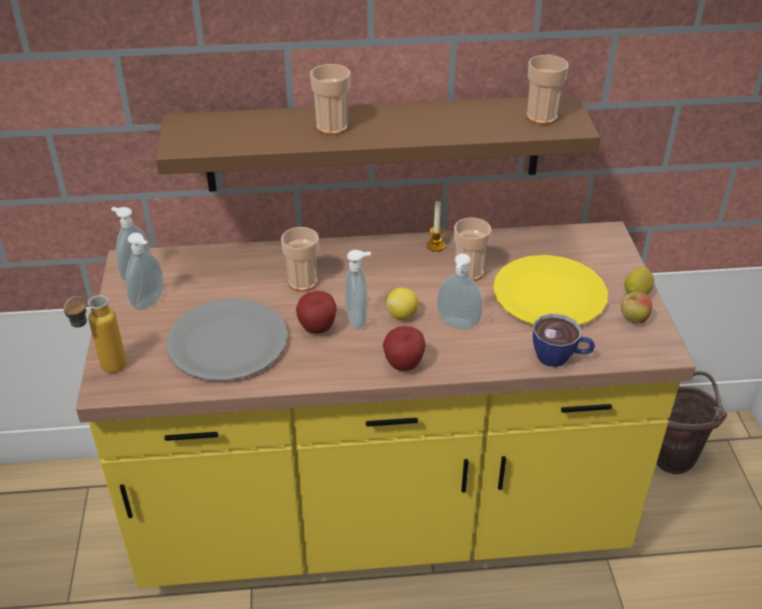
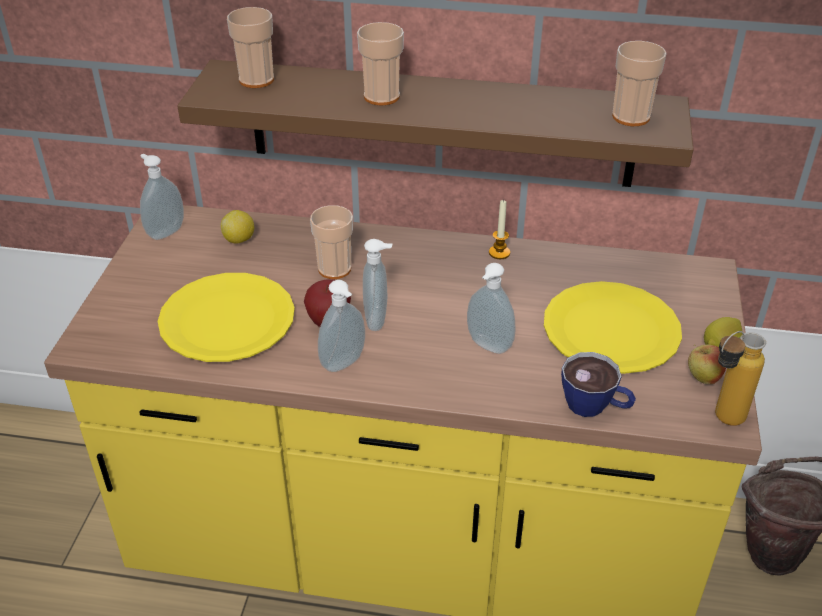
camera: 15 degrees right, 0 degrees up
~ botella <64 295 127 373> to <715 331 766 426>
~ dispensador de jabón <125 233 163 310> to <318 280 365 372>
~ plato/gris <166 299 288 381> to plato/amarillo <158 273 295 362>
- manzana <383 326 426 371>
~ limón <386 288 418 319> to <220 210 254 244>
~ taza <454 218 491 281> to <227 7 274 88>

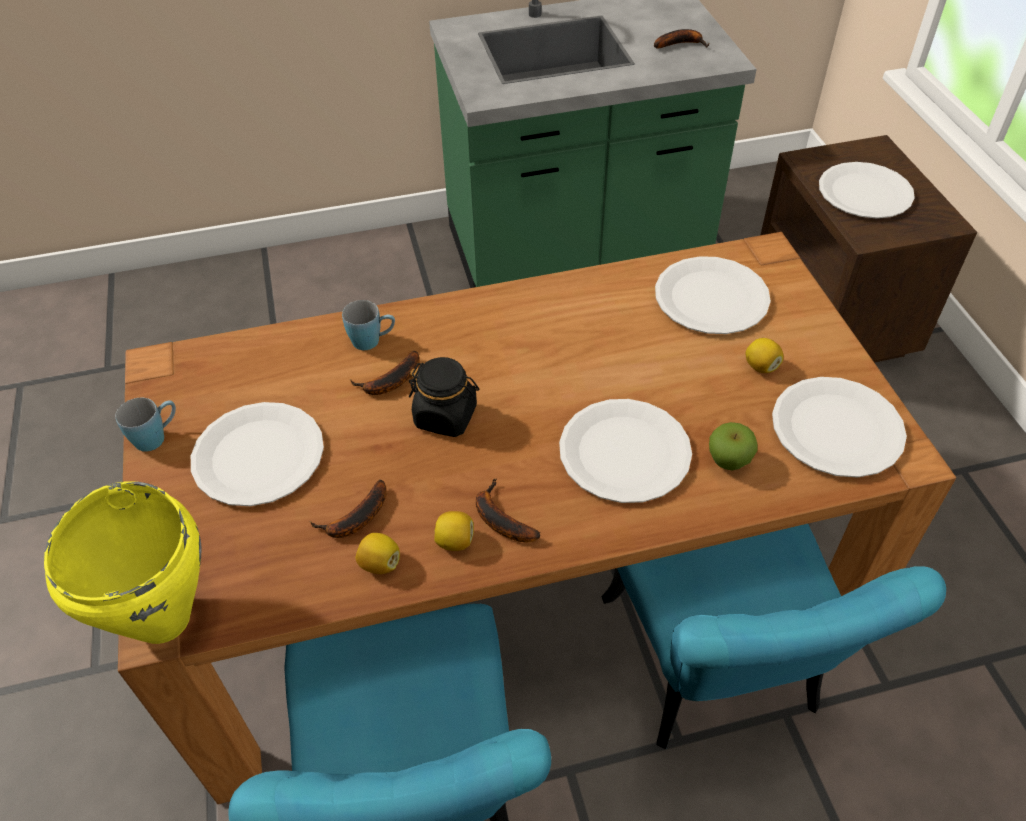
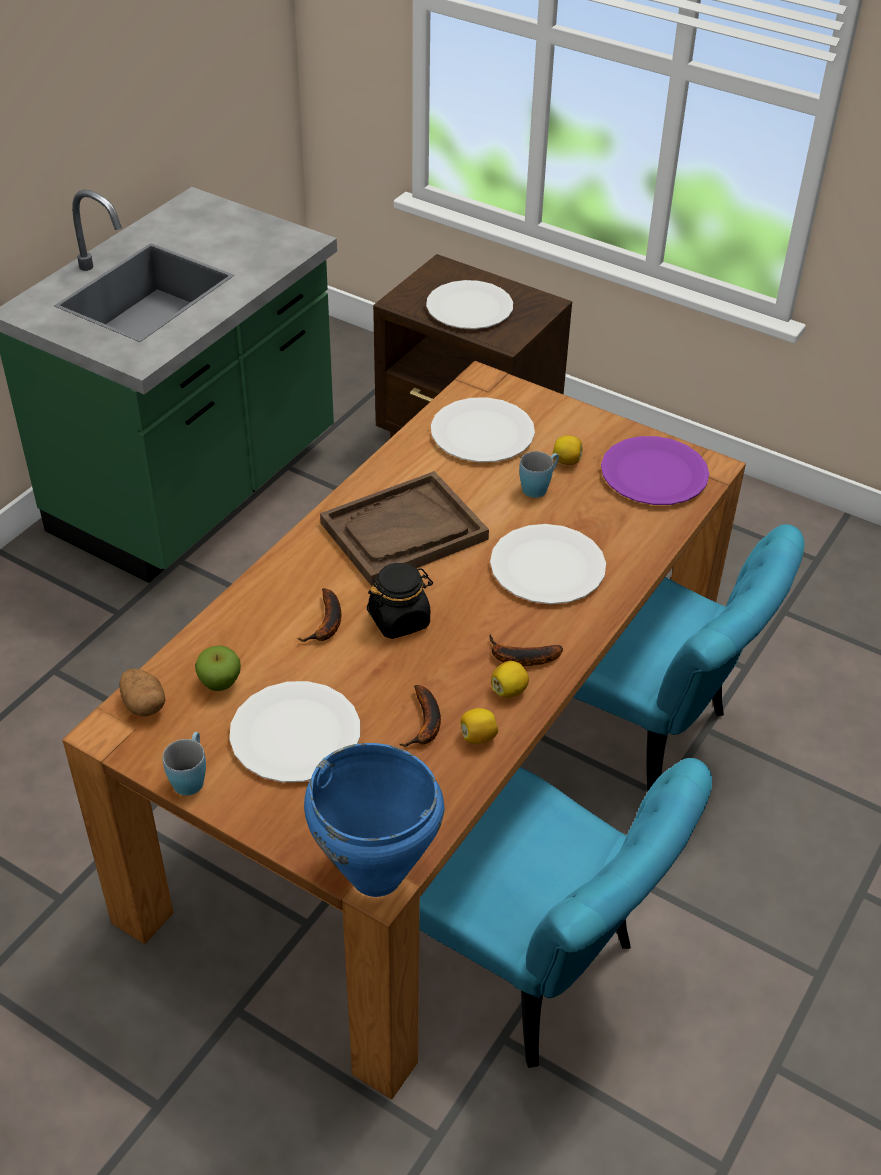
camera: 45 degrees left, 5 degrees down
~ olla/amarillo <44 481 201 644> to olla/azul <304 743 444 897>
~ taza grande/azul <342 300 395 350> to <519 451 559 498>
- plátano <654 29 709 49>
~ manzana <709 422 757 470> to <195 645 241 691>
~ plato/blanco <772 377 907 478> to plato/morado <601 436 709 505>
+ patata <119 669 165 717>
+ bandeja/marrón <320 471 489 586>

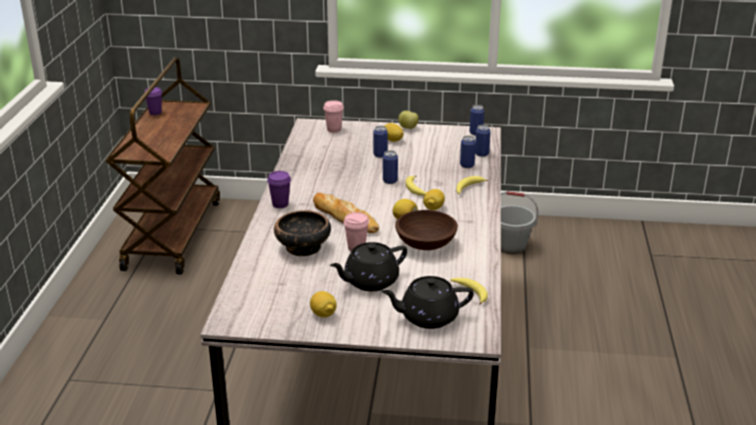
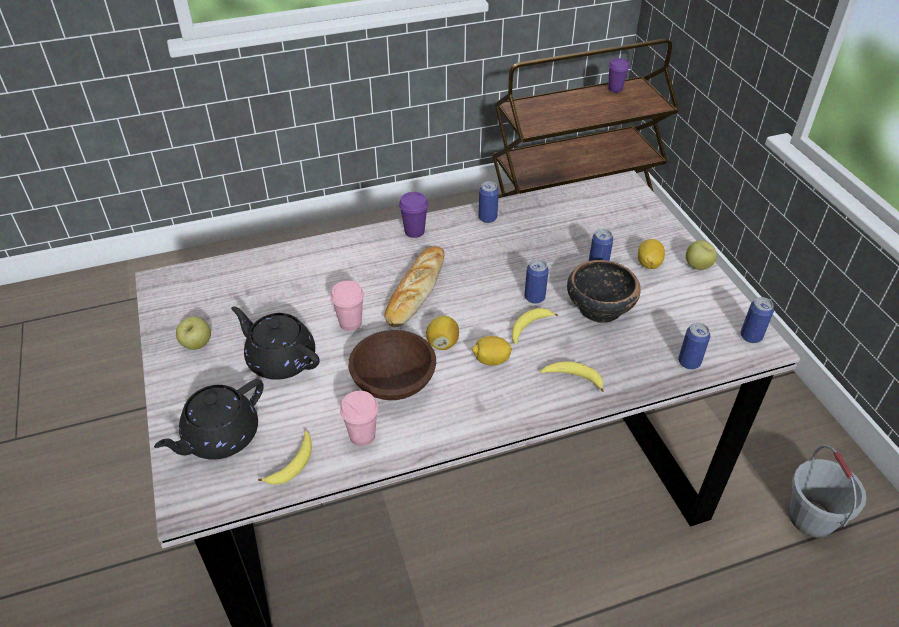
camera: 65 degrees right, 15 degrees up
~ cuenco <274 210 331 256> to <567 260 641 323>
~ limón <310 291 337 317> to manzana <176 316 211 350>
~ taza/rosa <323 100 344 133> to <340 391 378 446>
~ tetera/negro <381 276 474 329> = <154 379 264 460> 105 degrees counterclockwise
~ lata <460 136 476 168> to <479 181 499 223>

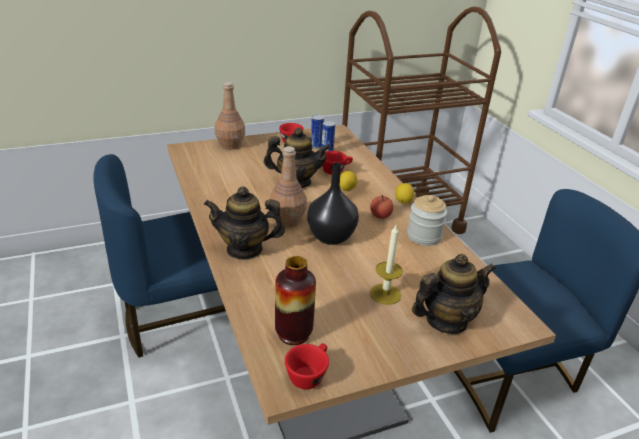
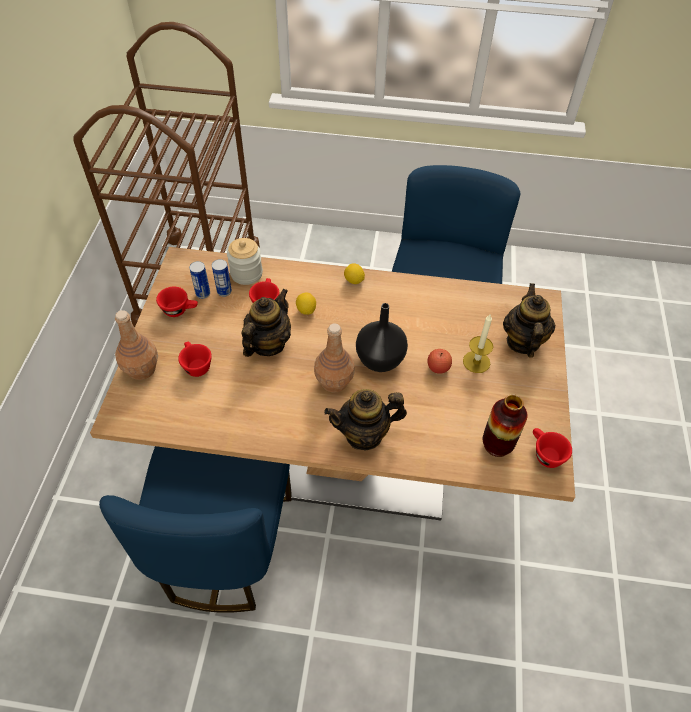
camera: 60 degrees left, 20 degrees up
~ tetera <204 186 285 260> = <324 389 407 451> 45 degrees clockwise
~ manzana <370 194 394 219> to <428 349 452 374>
~ tarro <407 195 447 246> to <227 238 263 285>
+ taza/rojo <178 342 212 377>

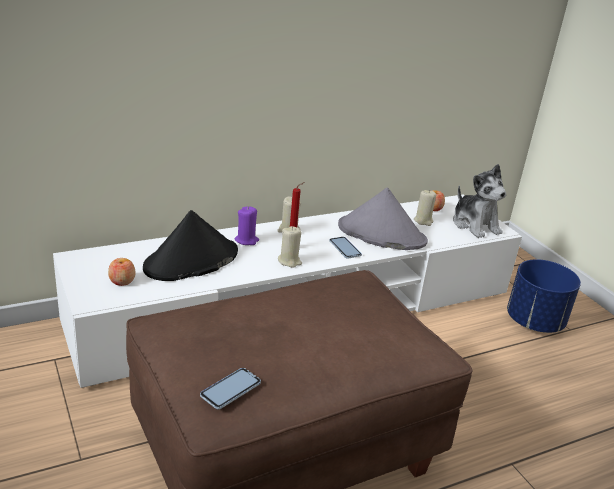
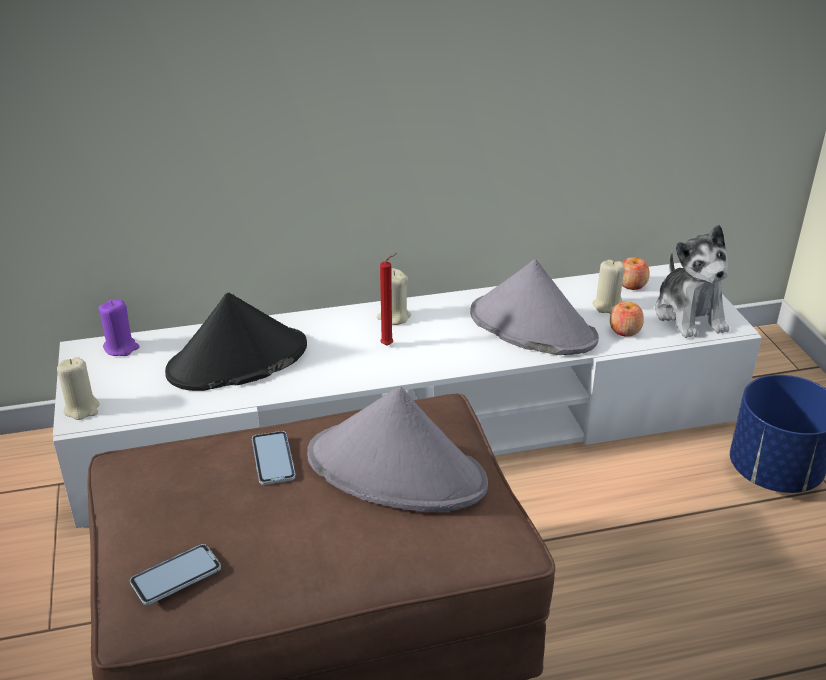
camera: 15 degrees right, 5 degrees up
~ manzana <108 258 136 286> to <610 301 644 337>
~ vela/morado <235 206 259 245> to <99 299 140 356>
~ vela/beis <278 226 302 268> to <57 357 99 420>
~ móvil <329 237 362 259> to <252 431 296 485>
+ sombrero/gris <307 386 488 512>

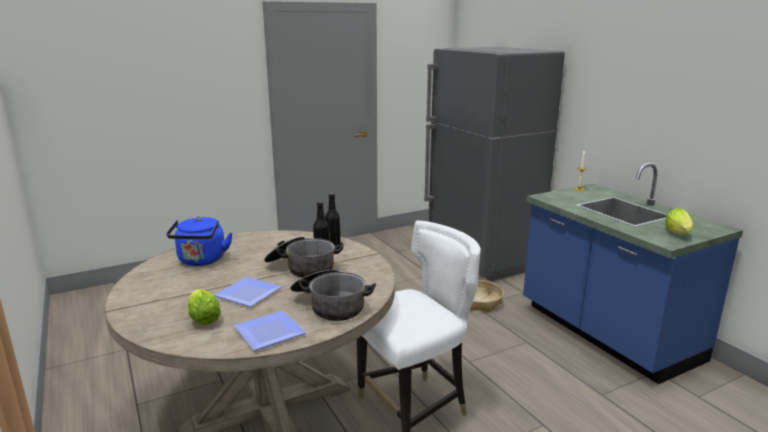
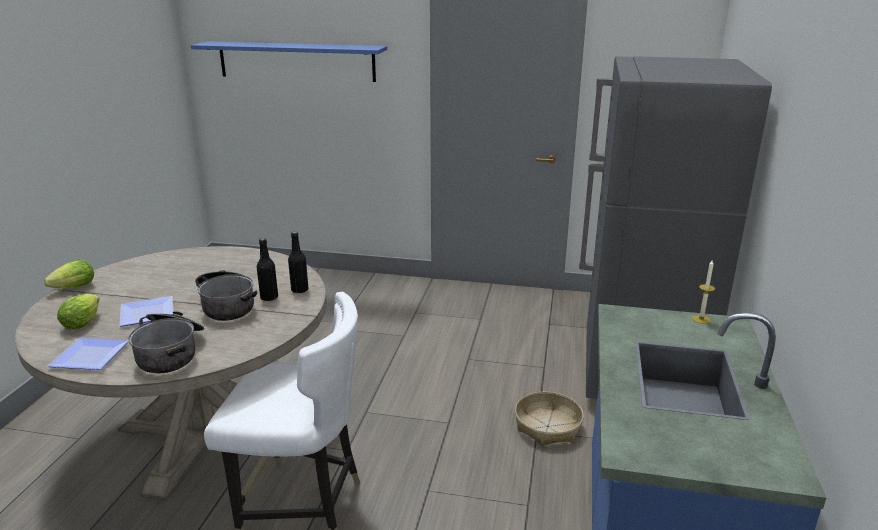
camera: 40 degrees right, 5 degrees up
- hervidor/azul <166 217 233 266>
~ lechuga <665 208 694 235> to <44 260 94 289>
+ estante/azul <191 41 387 82>

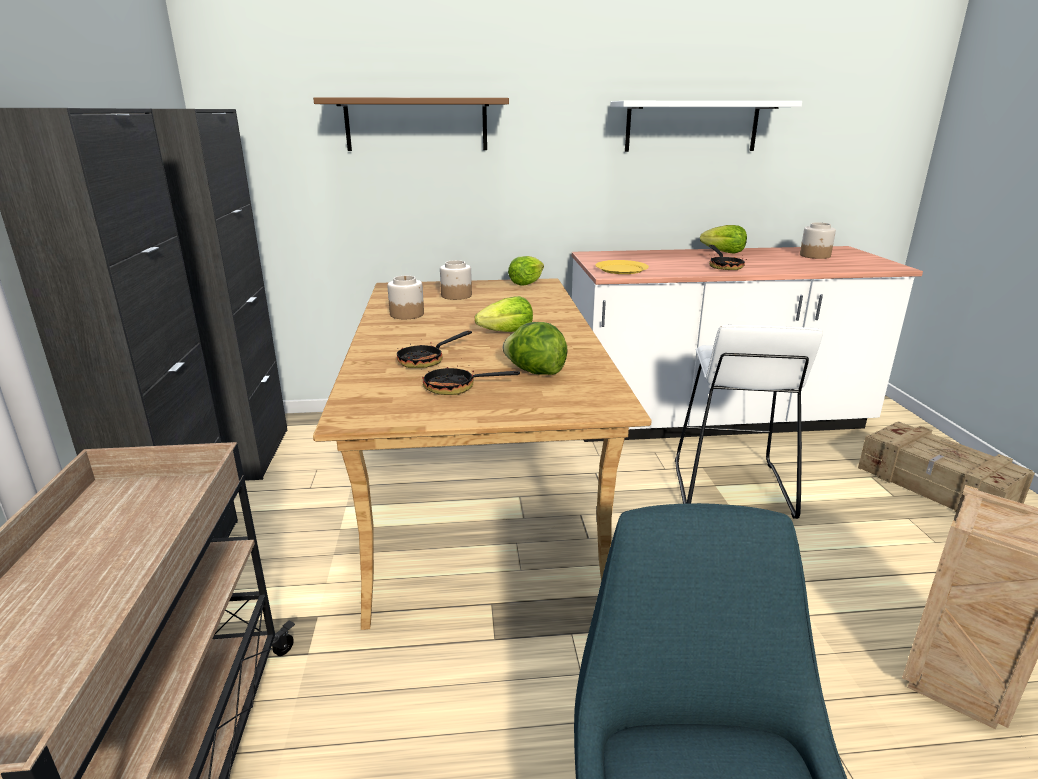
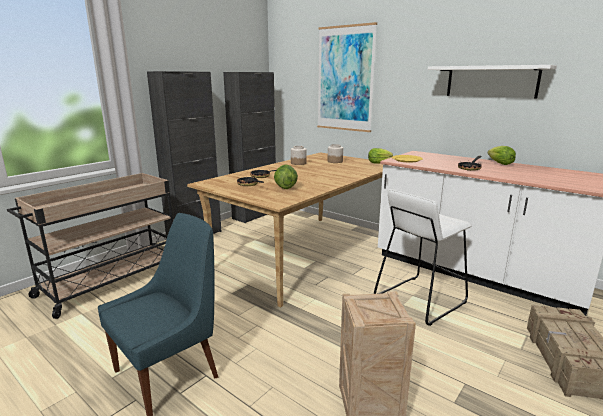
camera: 45 degrees right, 5 degrees down
~ estante/marrón <313 97 509 151> to cuadro <317 22 377 132>
- lechuga <475 296 533 332>
- tarro <800 222 836 259>

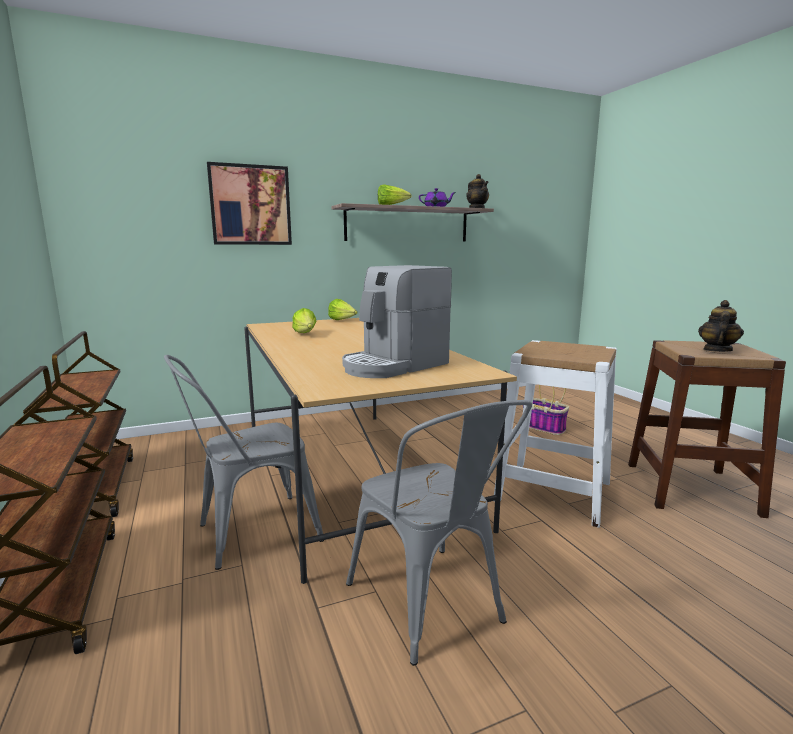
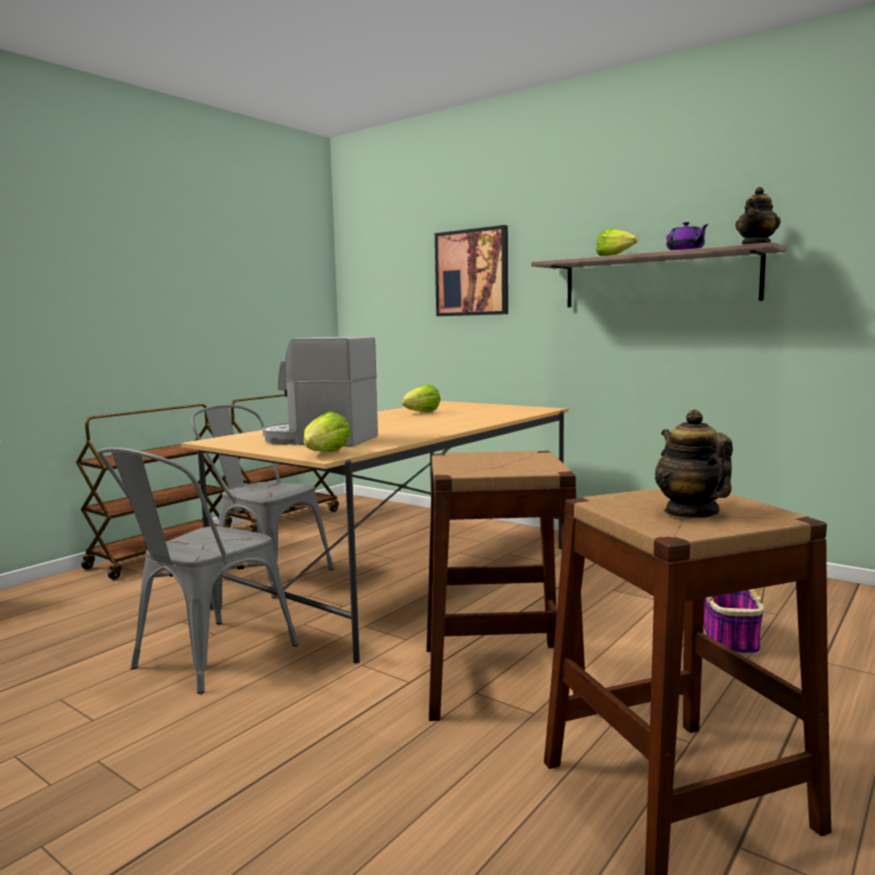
camera: 60 degrees right, 5 degrees down
~ lechuga <328 299 358 320> to <304 412 351 452>
~ taburete/blanco <494 340 617 528> to taburete/marrón <426 451 585 721>
~ tetera <698 300 744 352> = <655 409 733 518> 105 degrees counterclockwise

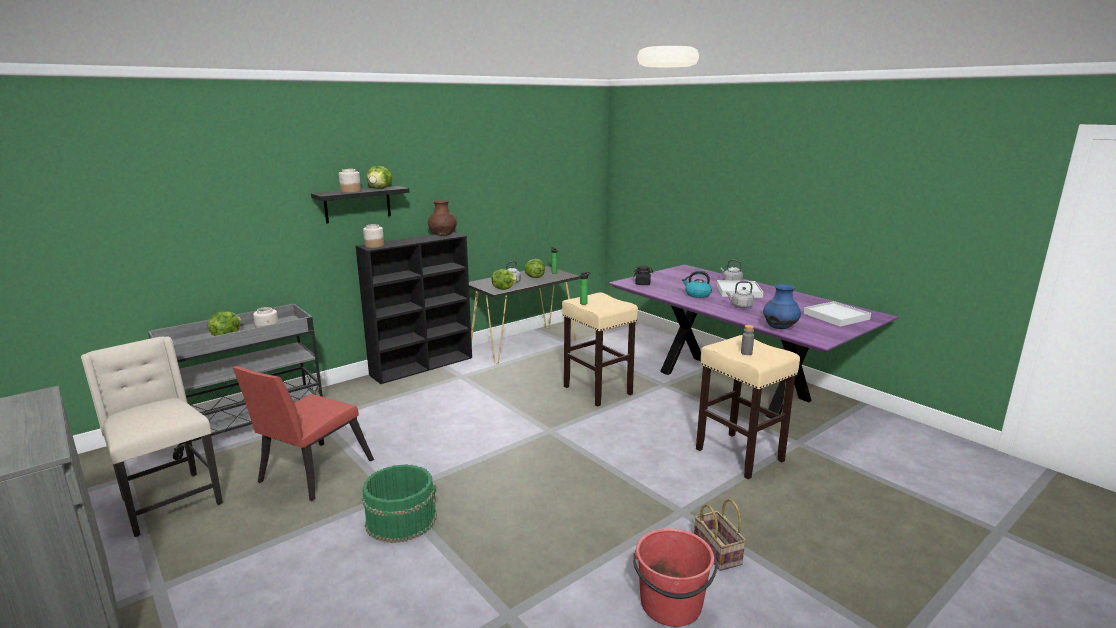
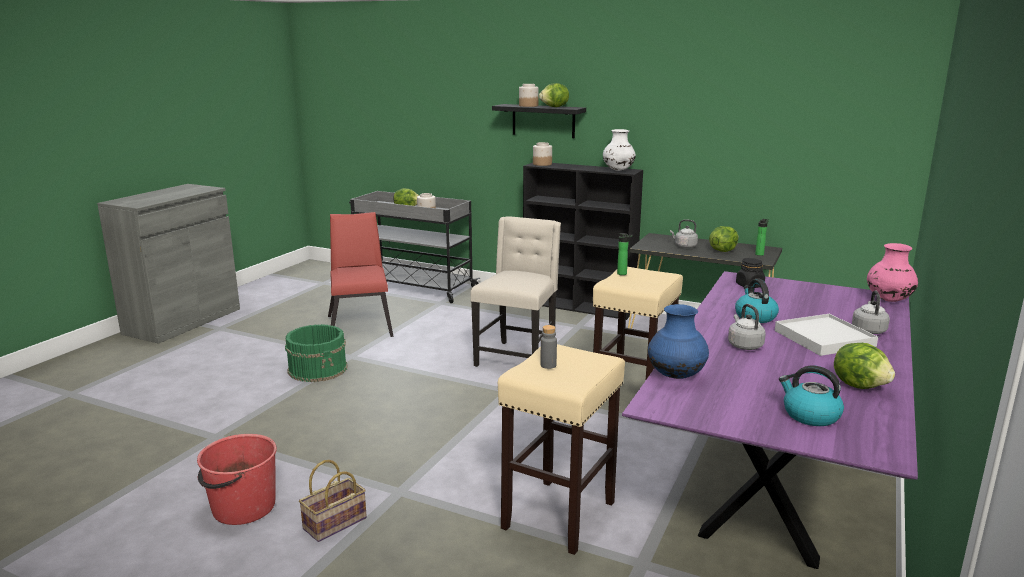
camera: 65 degrees right, 0 degrees up
~ silla/beis <81 336 223 537> to <470 216 561 367>
~ silla/rojo <233 366 374 501> = <328 212 394 337> 75 degrees clockwise
~ florero/marrón <428 200 457 236> to florero/blanco <603 129 636 171>
~ lechuga <492 269 518 290> to <834 343 895 389>
~ bandeja/blanco <804 301 871 327> to hervidor <779 365 844 426>
+ florero/rosa <867 243 918 302>

